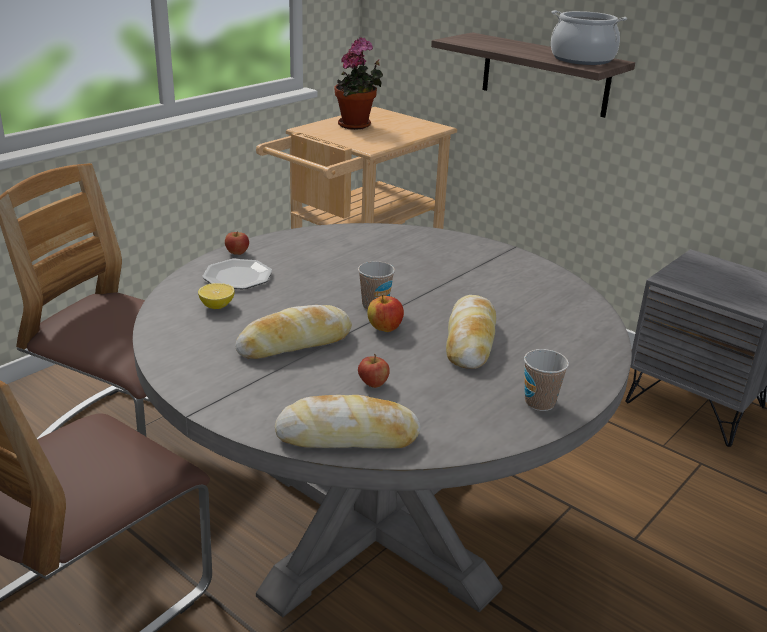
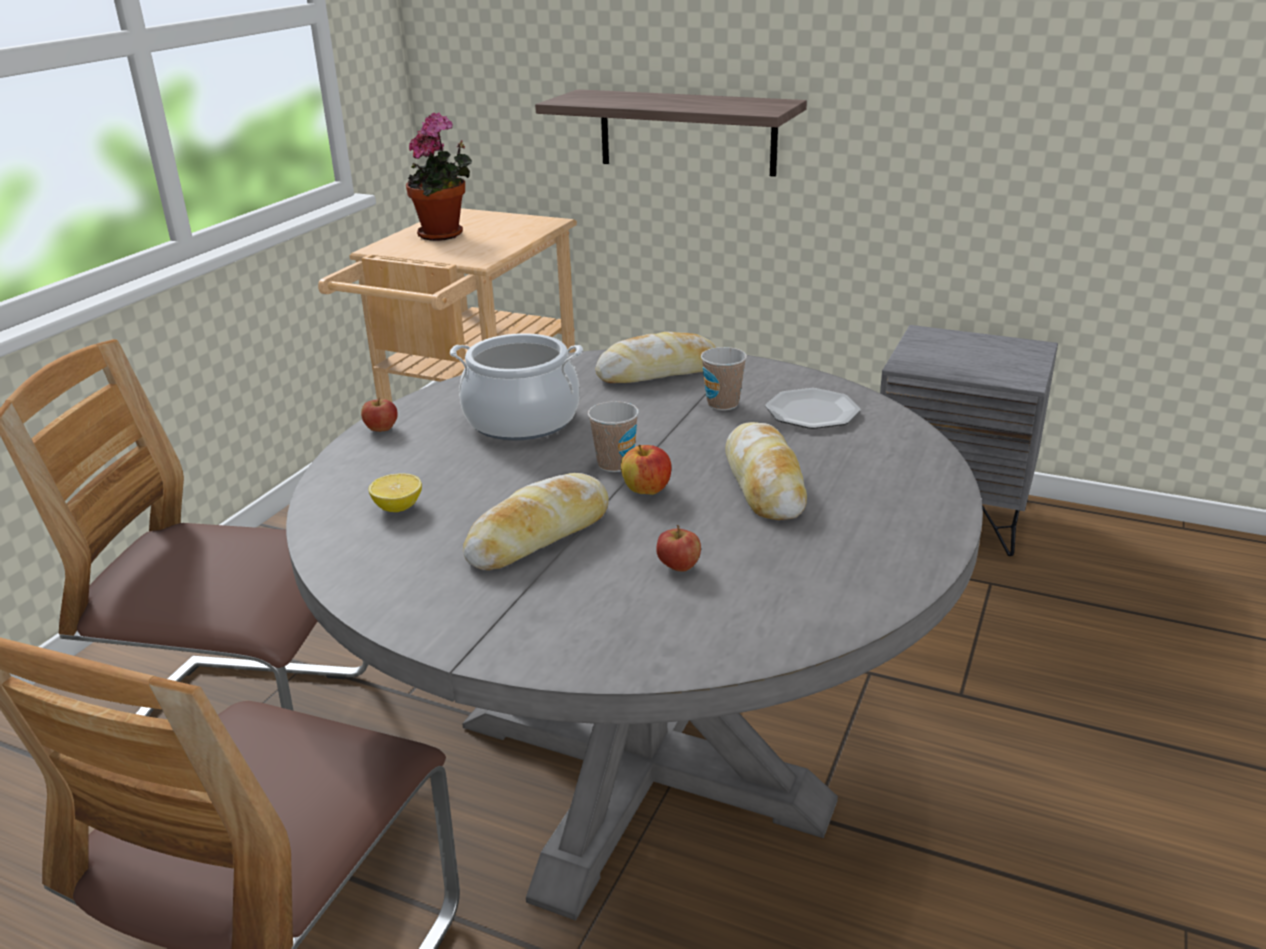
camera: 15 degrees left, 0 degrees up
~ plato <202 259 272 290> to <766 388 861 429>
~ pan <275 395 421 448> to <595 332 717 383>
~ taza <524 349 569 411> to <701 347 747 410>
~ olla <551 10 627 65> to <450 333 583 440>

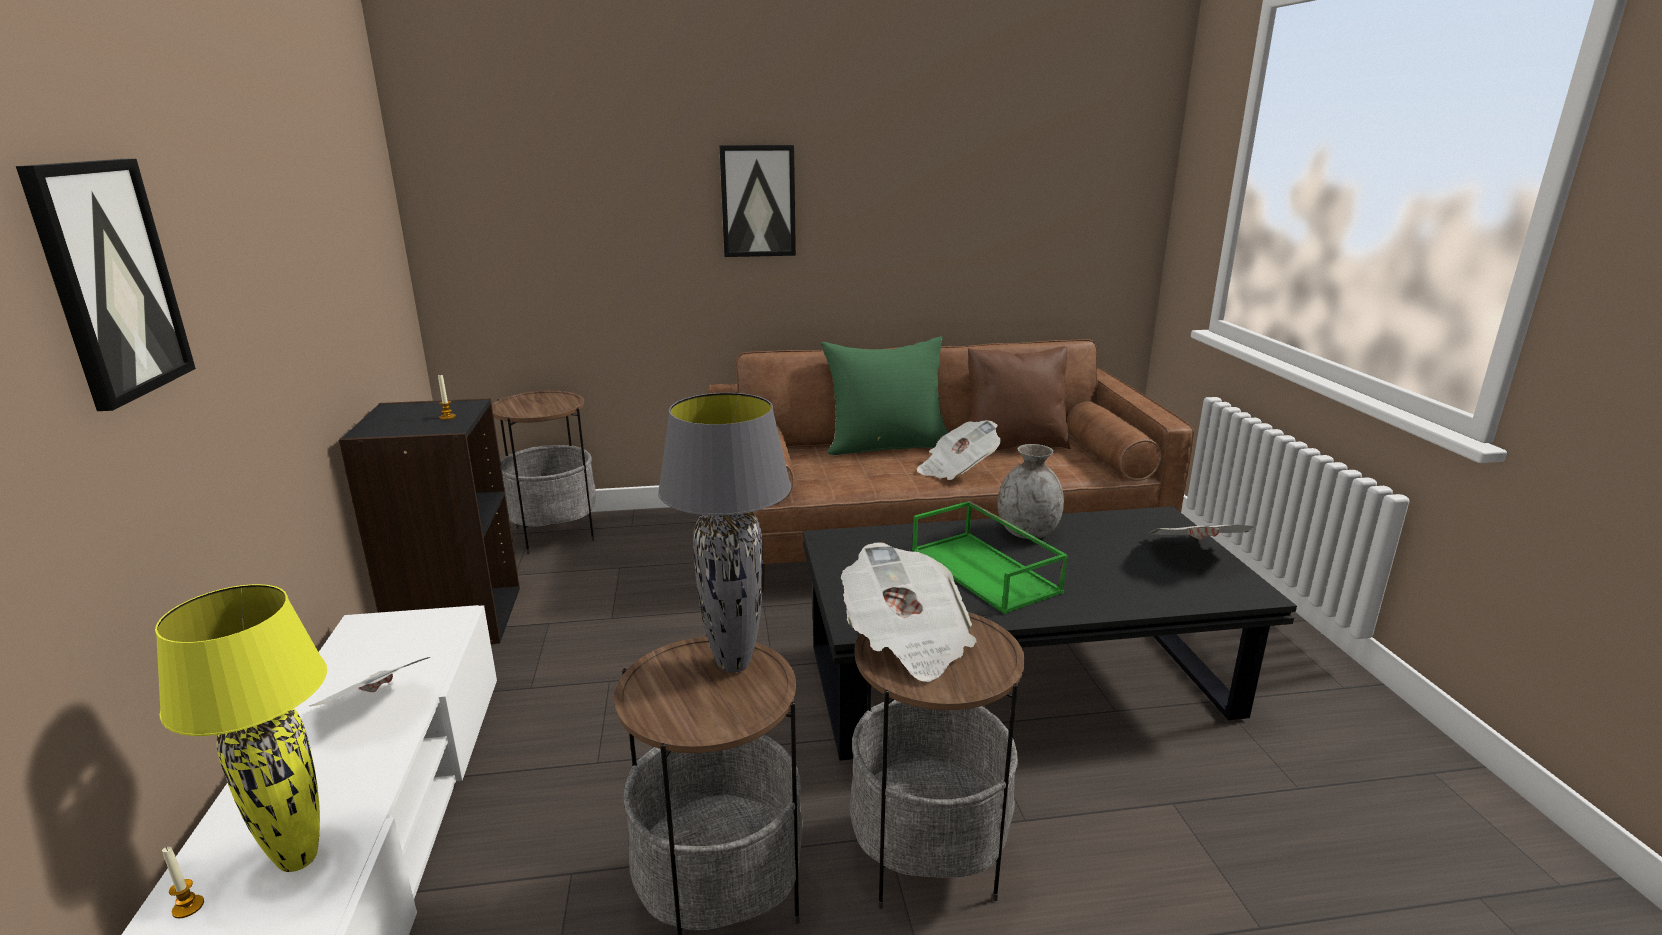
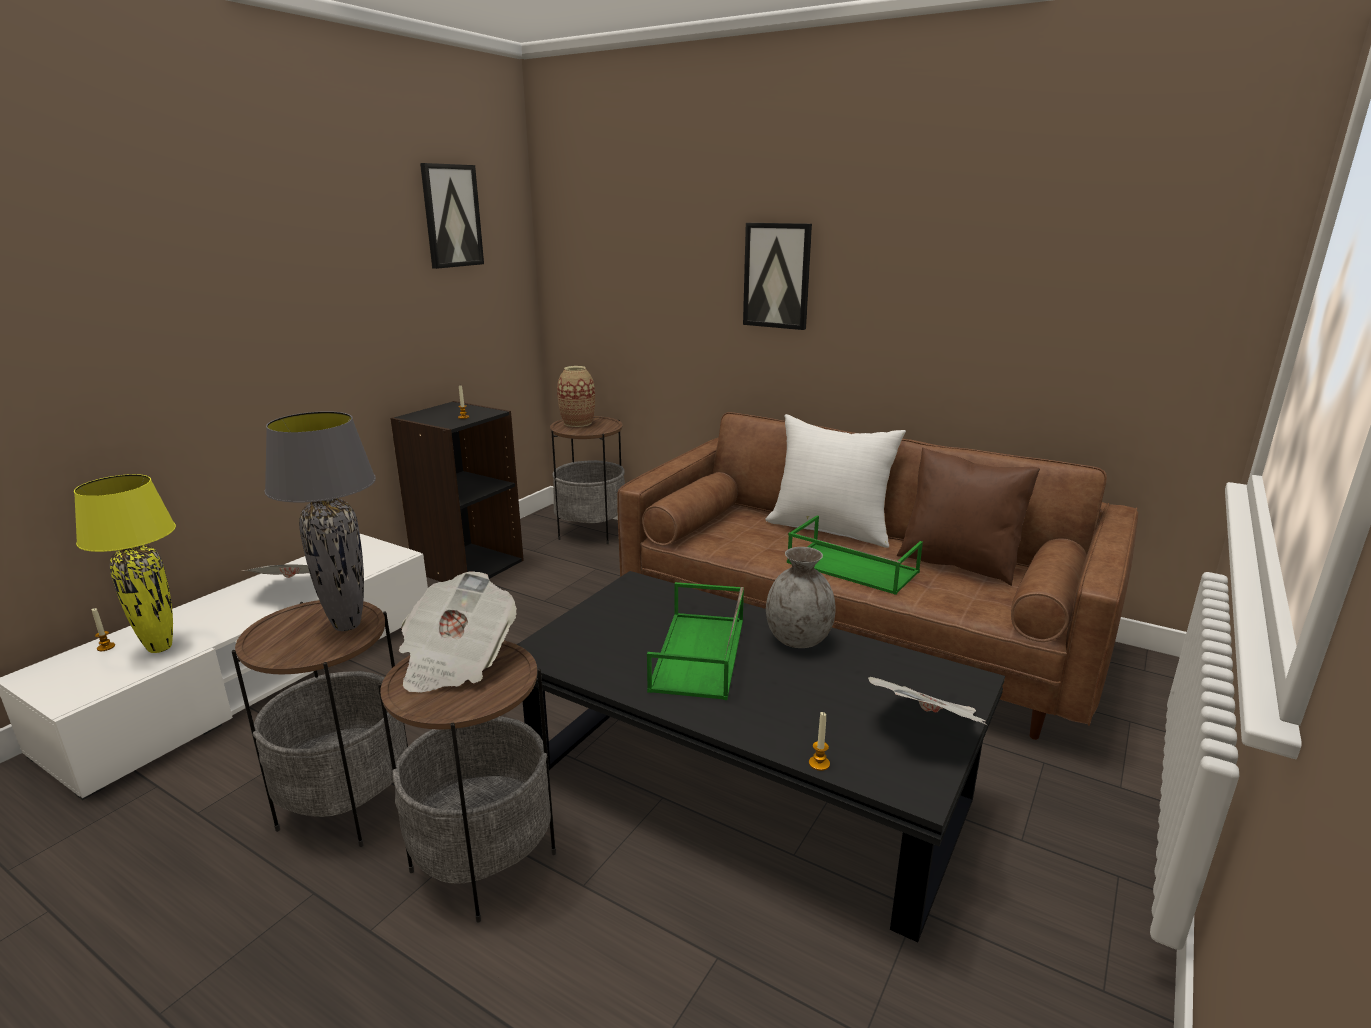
camera: 40 degrees right, 0 degrees up
~ cuadro <16 159 196 411> to <420 163 484 269>
~ cojín/verde <821 336 948 455> to cojín/blanco <765 414 906 548>
~ periódico <917 420 1001 480> to bandeja/verde <787 515 923 595>
+ florero <557 366 595 427>
+ vela <809 712 830 771>

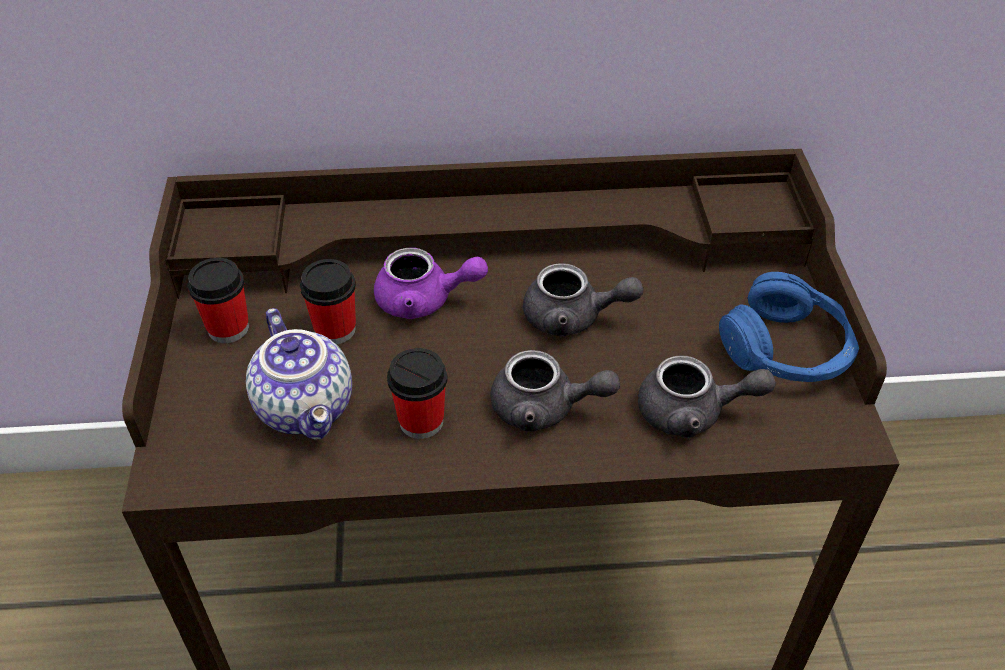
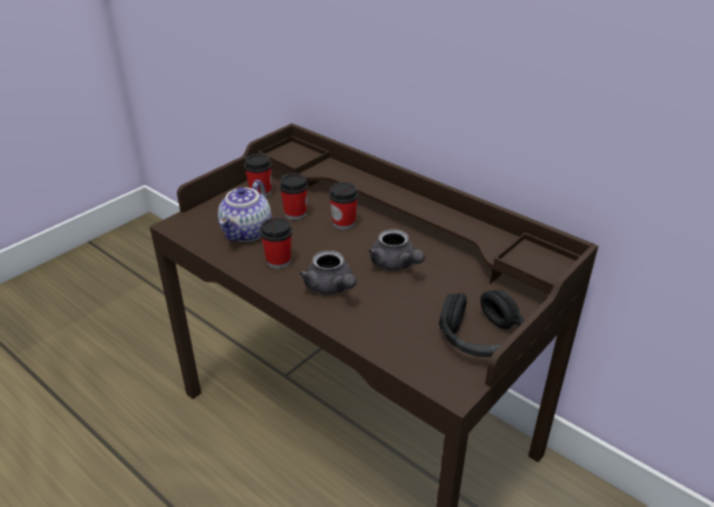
camera: 45 degrees right, 10 degrees down
~ tetera/morado <374 248 488 319> to taza <329 182 358 230>
- tetera/gris <638 356 776 438>
~ auriculares/azul <719 272 859 382> to auriculares/negro <439 290 524 357>

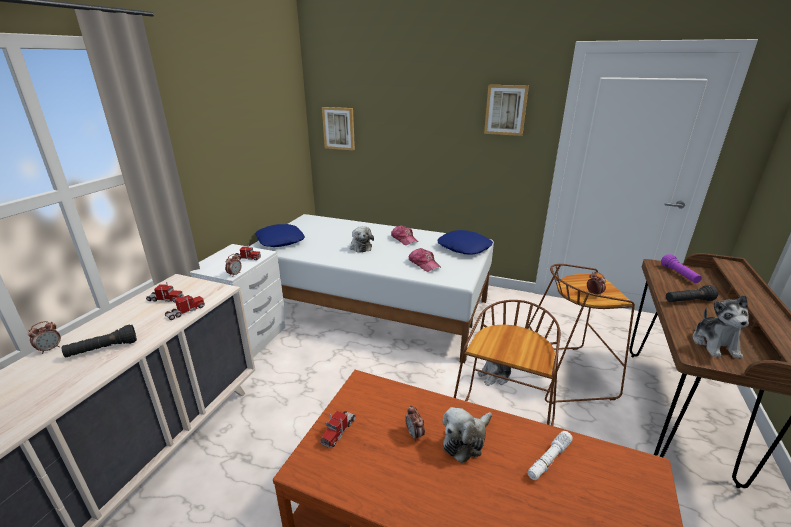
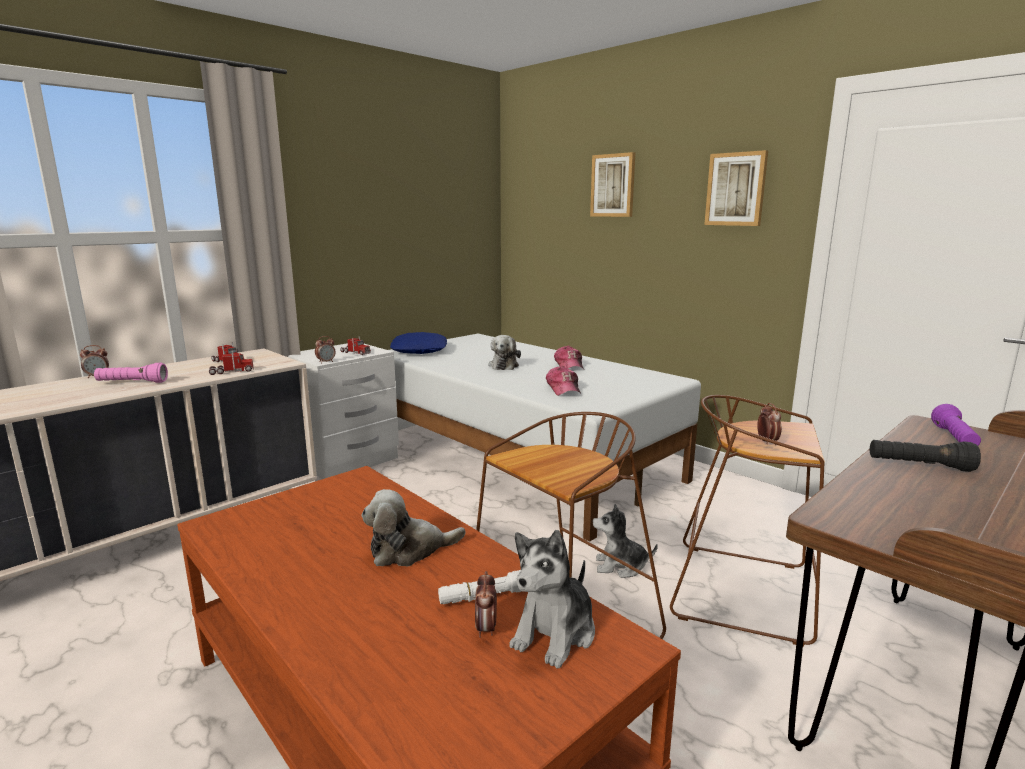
camera: 25 degrees right, 10 degrees down
~ linterna/negro <62 324 137 358> to linterna/rosa <94 363 168 383>
- camión de juguete <320 411 356 448>
~ cuadro <322 107 355 150> to <590 152 635 217>
~ despertador <405 405 425 441> to <475 571 497 638>
- cojín/azul <438 230 493 254>
~ peluche <692 295 749 359> to <509 530 595 668>

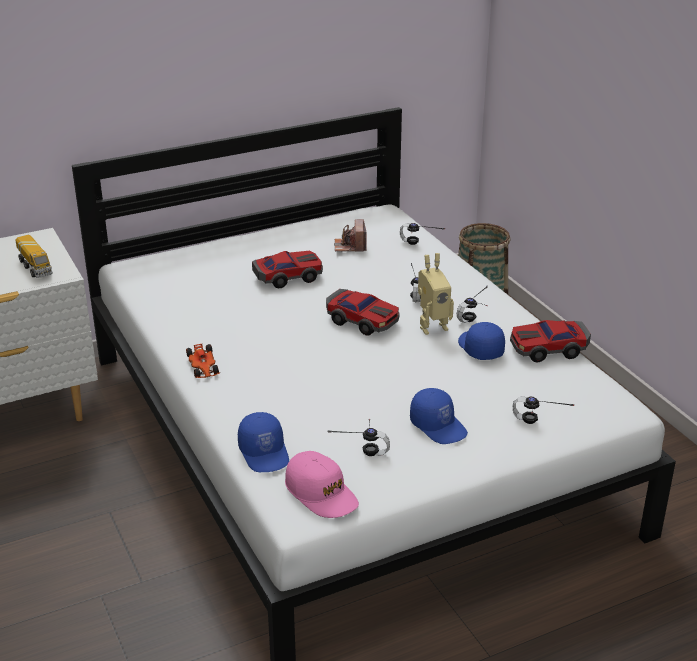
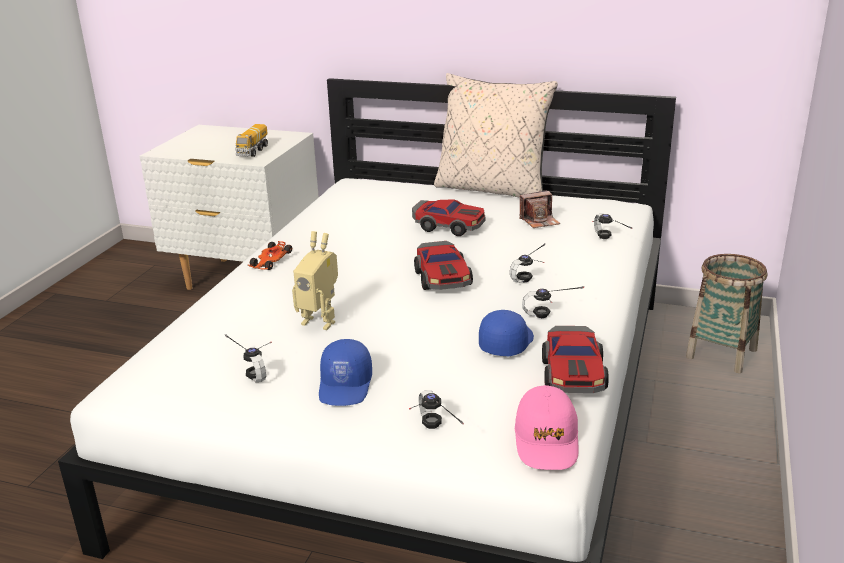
camera: 45 degrees right, 5 degrees down
- gorra/azul <238 412 289 472>
~ gorra/rosa <285 451 359 518> to <515 385 579 470>
~ cámara <334 219 366 252> = <520 190 560 228> 150 degrees counterclockwise
~ robot de juguete <418 253 454 335> to <292 231 338 330>
~ coche de juguete <510 320 591 362> = <542 326 609 393> 120 degrees counterclockwise
+ cojín/beis <434 73 558 198>

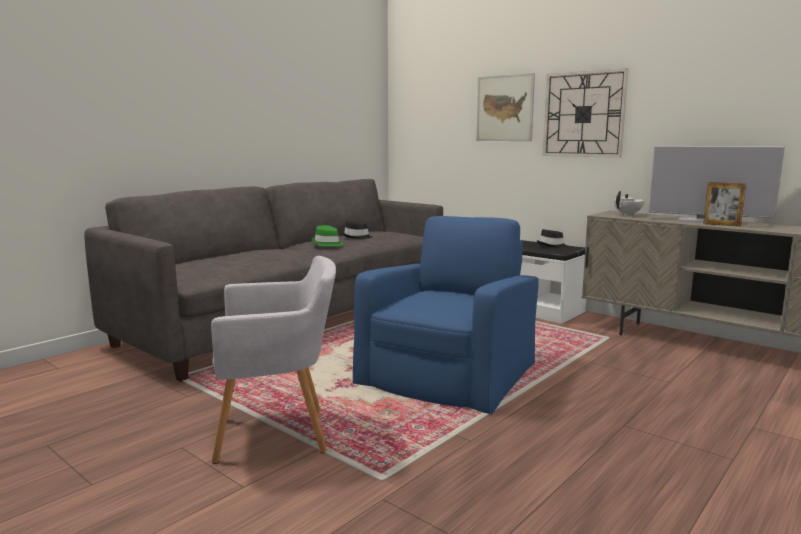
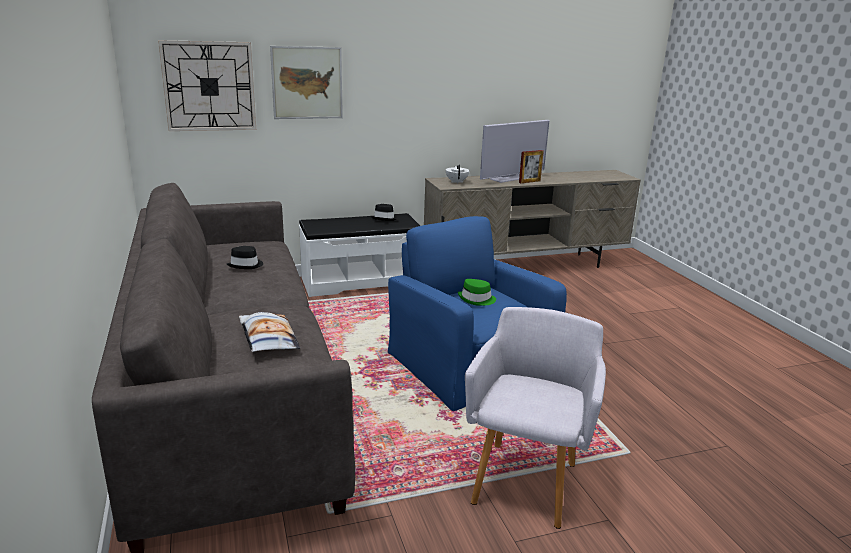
camera: 60 degrees left, 10 degrees up
~ sombrero/verde <312 225 344 246> to <458 279 496 306>
~ reloj de pared <543 68 629 158> to <158 40 256 131>
+ cojín <239 312 300 352>

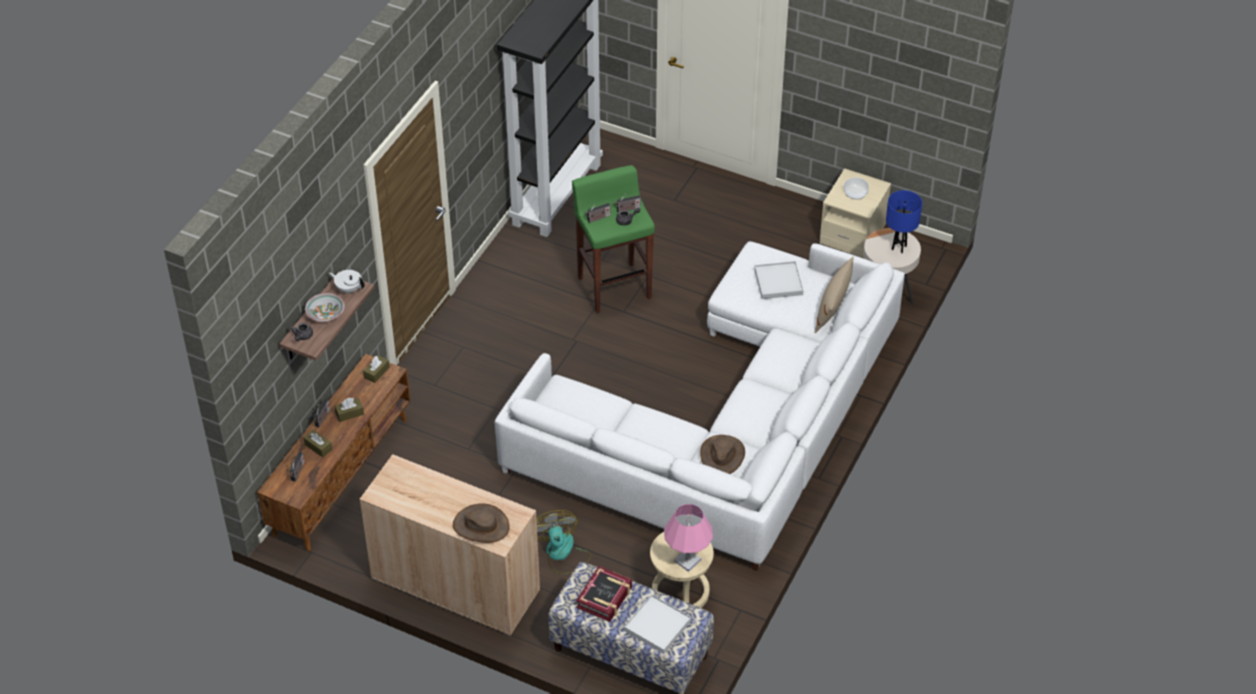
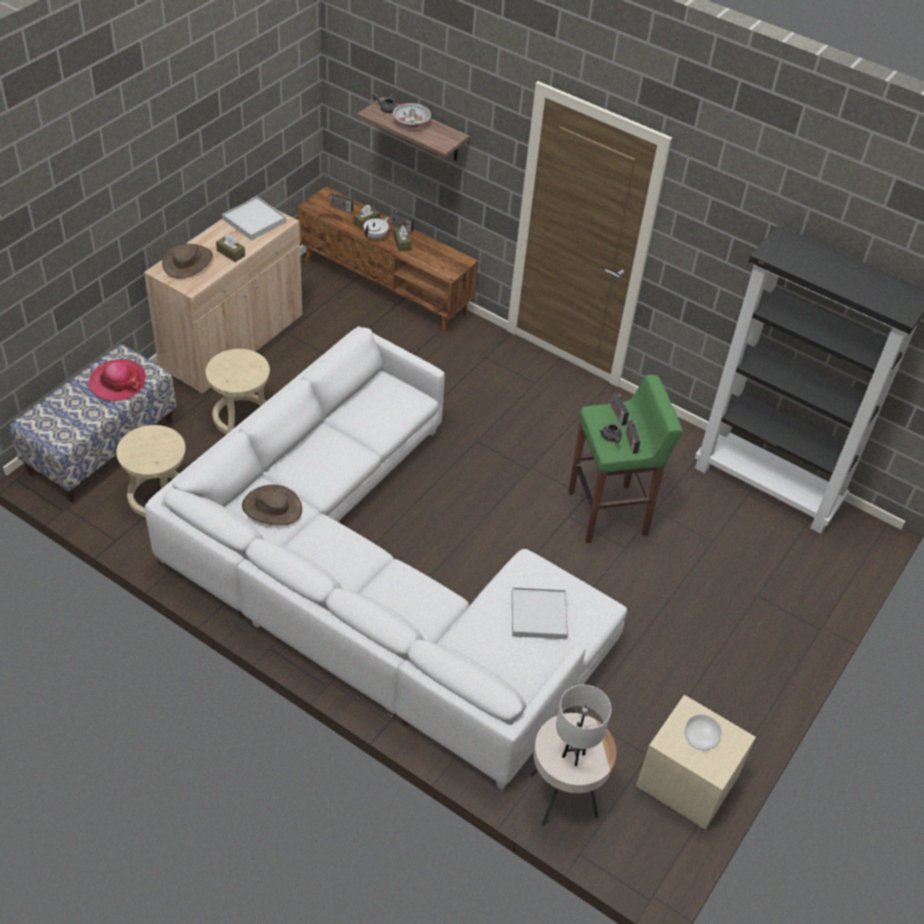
camera: 95 degrees right, 0 degrees up
~ tetera/blanco <329 270 365 294> to <364 217 389 240>
~ caja de pañuelos/marrón <363 355 390 383> to <216 234 245 262>
~ ventilador <536 510 592 574> to taburete/beis <205 349 270 435>
~ libro <576 566 632 622> to sombrero <89 359 146 401>
~ bandeja/blanco <624 594 691 654> to <222 197 286 240>
- lámpara de mesa/rosa <664 504 713 572>
- cojín/beis <814 257 854 333>
~ lámpara de mesa/azul <886 190 922 254> to lámpara de mesa/blanco <556 685 611 766>

